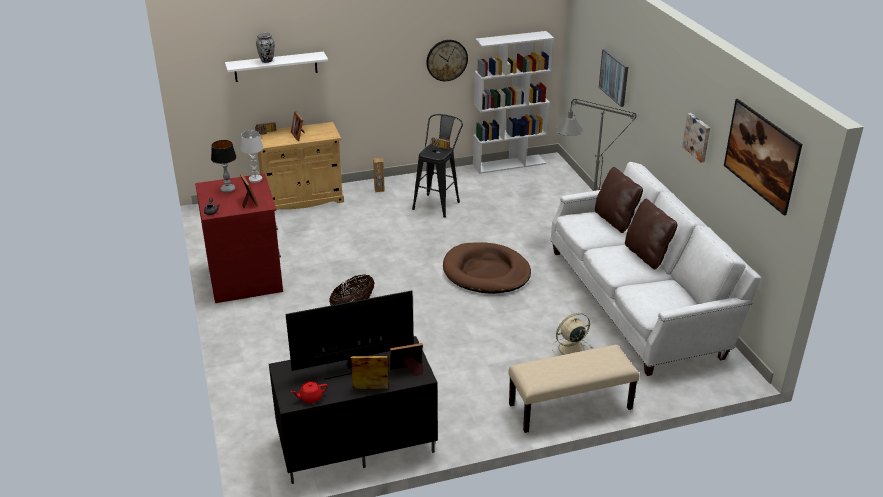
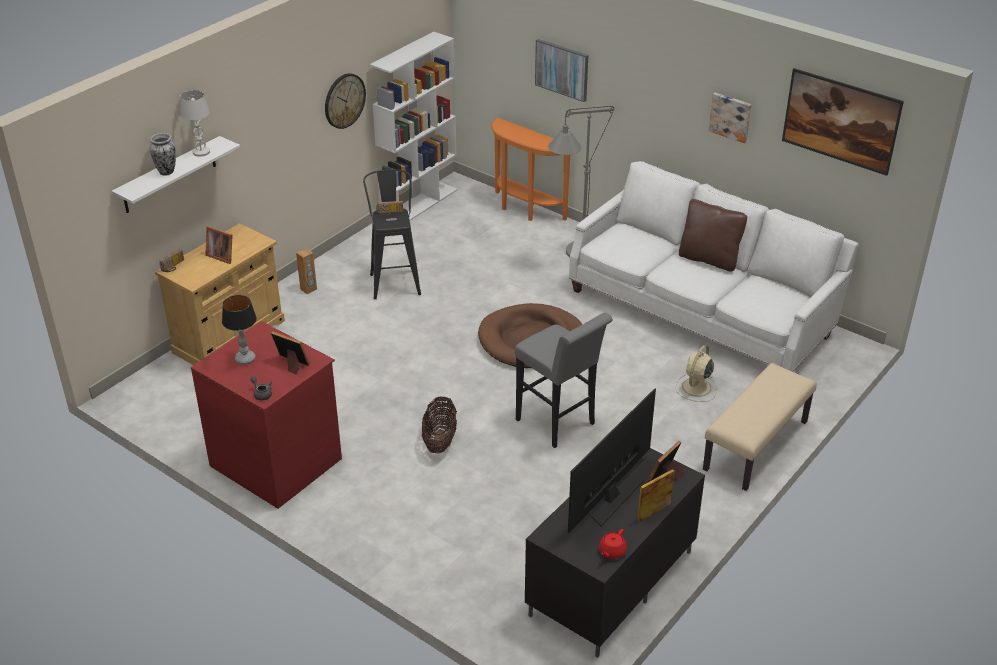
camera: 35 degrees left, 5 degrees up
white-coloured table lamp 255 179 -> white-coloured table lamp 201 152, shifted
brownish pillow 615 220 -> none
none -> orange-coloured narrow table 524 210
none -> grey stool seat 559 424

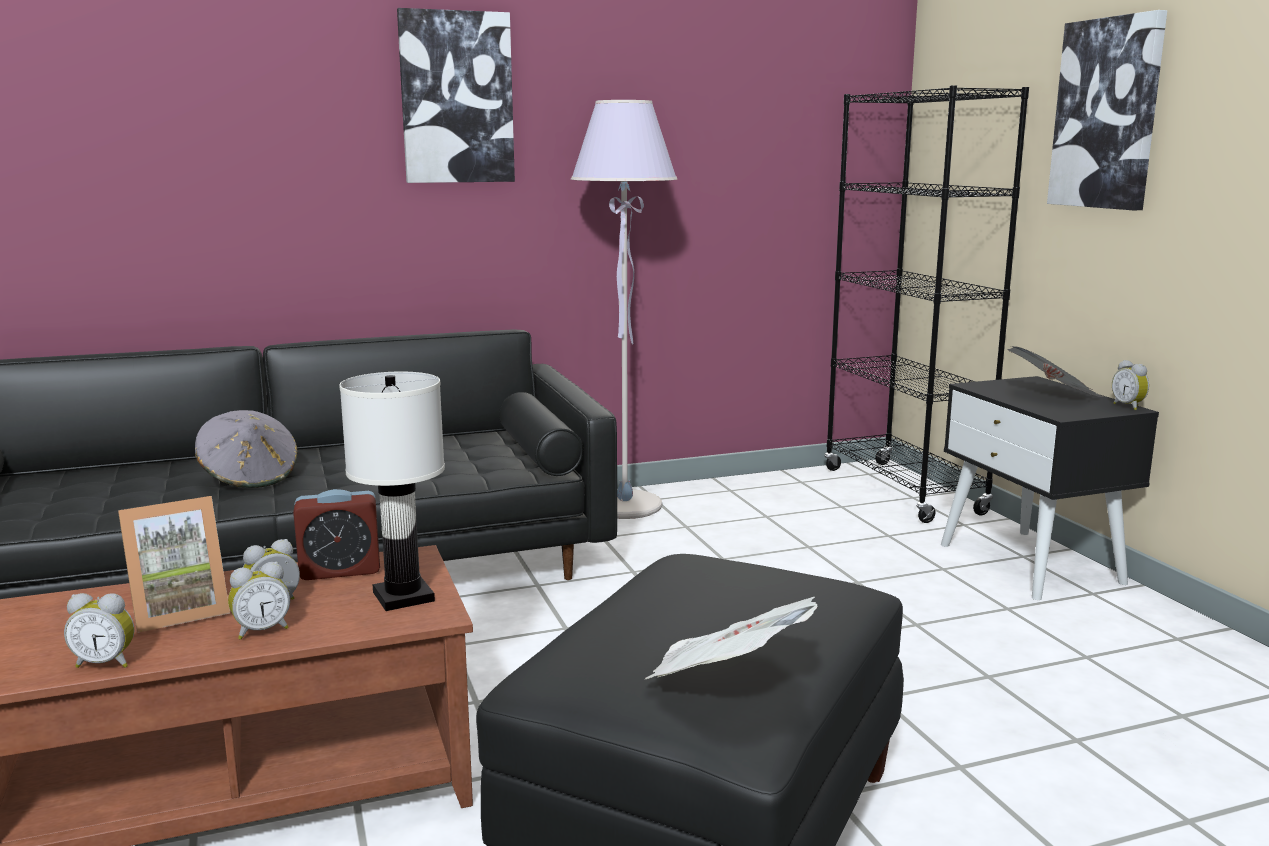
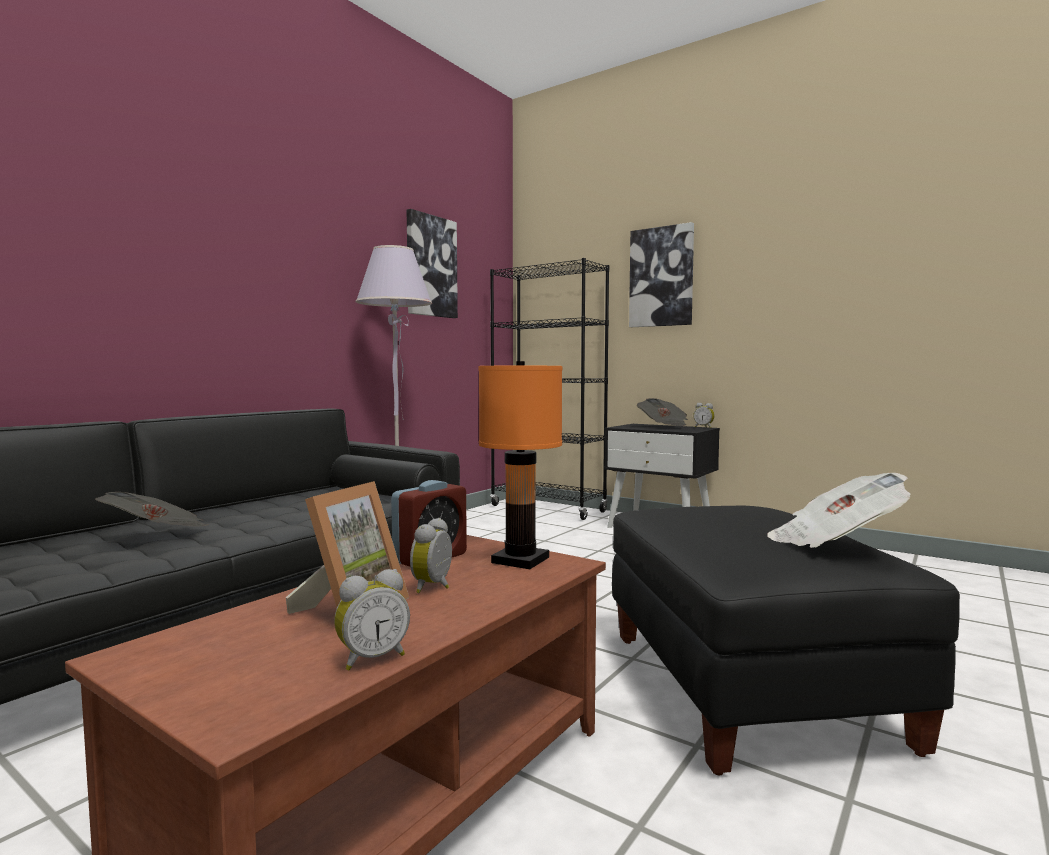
camera: 35 degrees left, 10 degrees down
picture 456 98 -> picture 430 266, shifted
white-coloured table lamp 404 596 -> orange-coloured table lamp 520 560
grey hat 250 477 -> newspaper 159 537
table clock 261 630 -> none

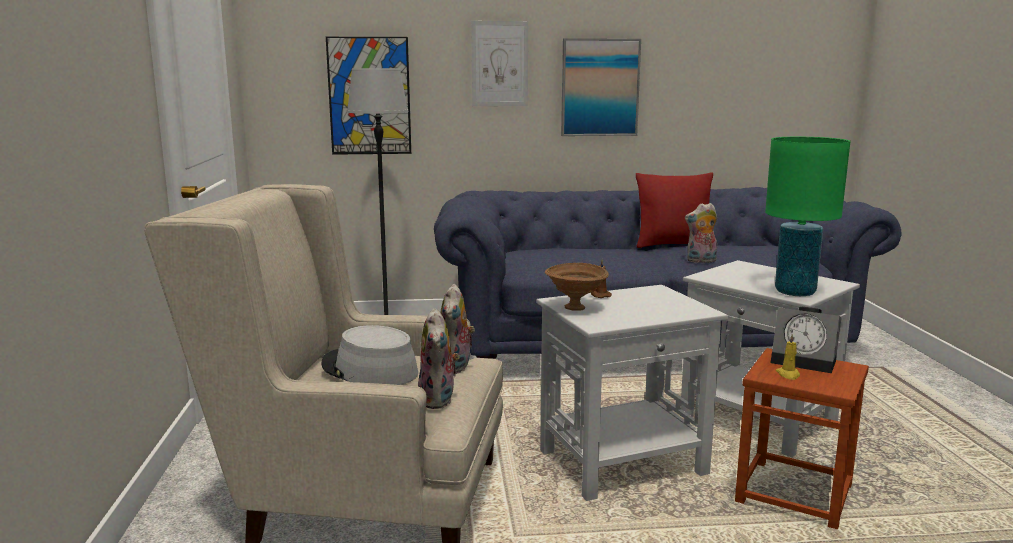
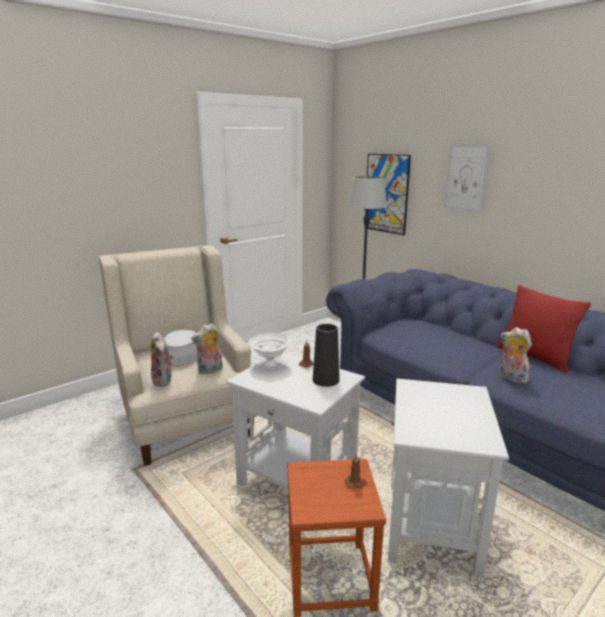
camera: 55 degrees right, 5 degrees up
picture 600 87 -> none
greenish table lamp 794 292 -> none
brownish deep dish 576 308 -> white-coloured deep dish 270 365
table clock 806 361 -> brownish wax candle 356 483
plush toy 439 400 -> plush toy 164 381, 75 degrees counterclockwise
yellow-coloured wax candle 788 375 -> none
none -> black-coloured decorative vase 326 380

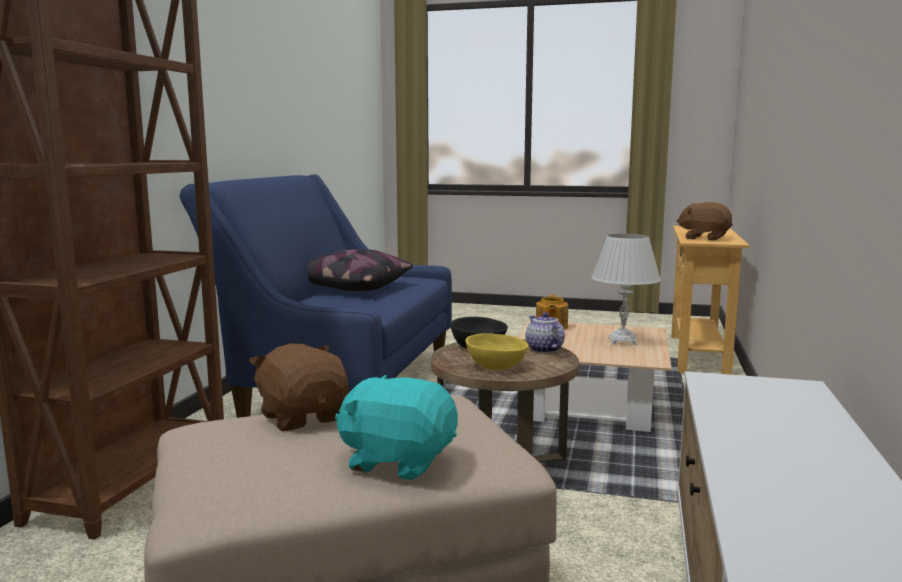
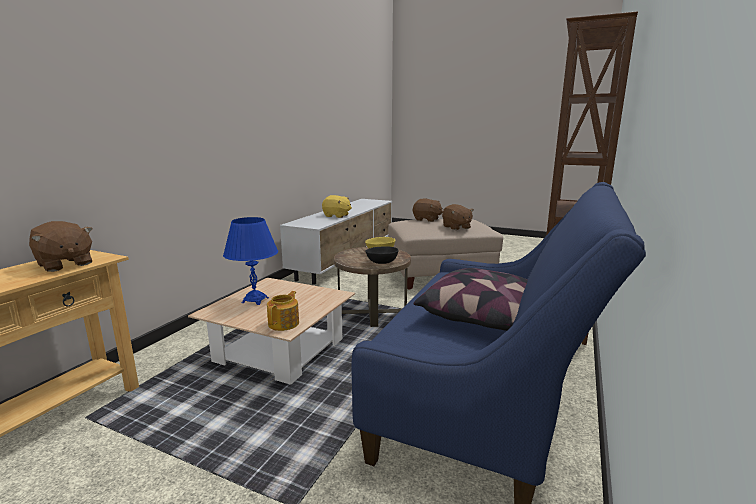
camera: 170 degrees left, 5 degrees up
white-coloured table lamp 622 341 -> bluish table lamp 255 300
teapot 543 349 -> none
turquoise-coloured plush toy 398 461 -> brownish plush toy 427 219
none -> yellow-coloured plush toy 336 216

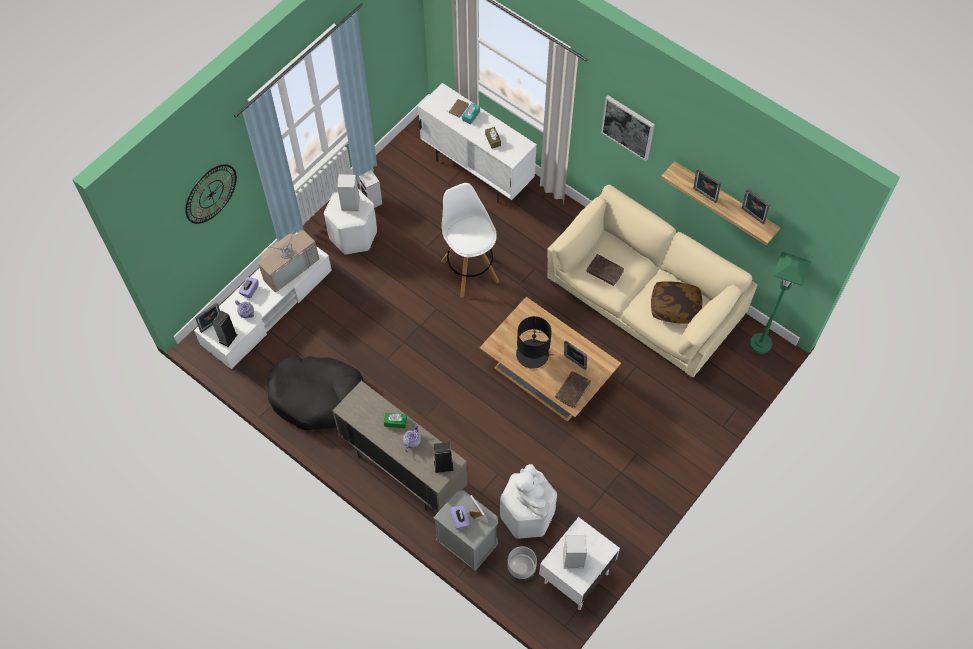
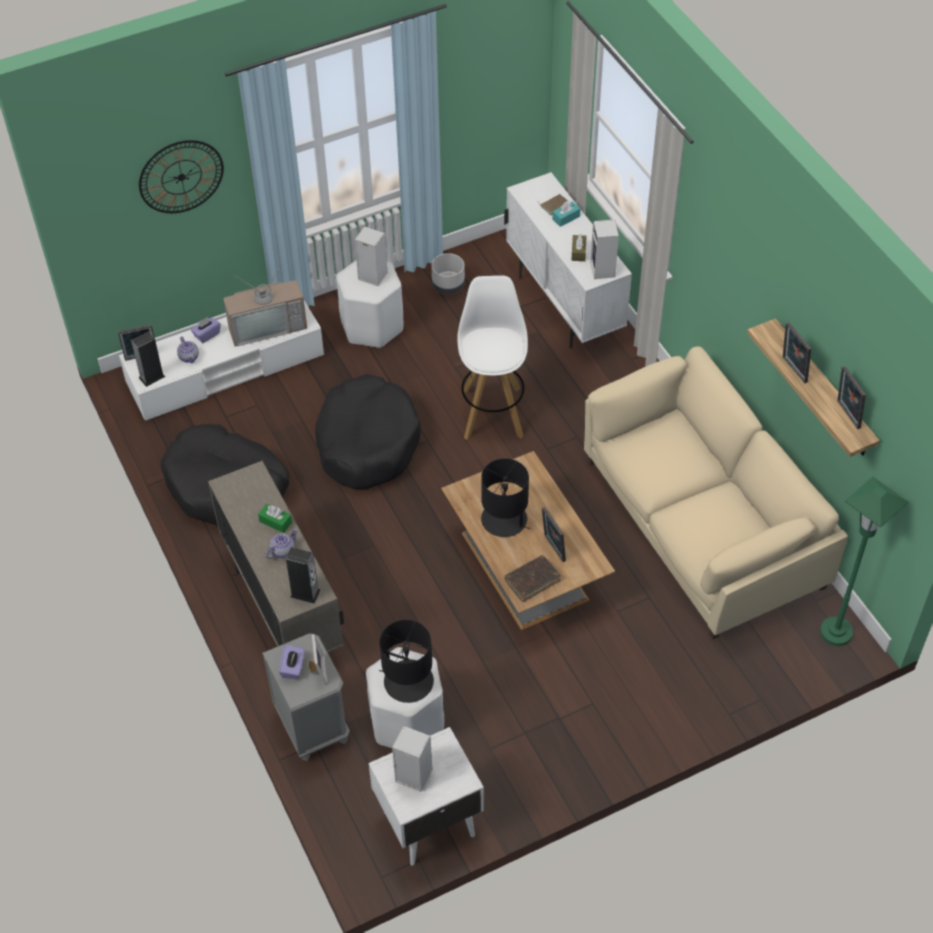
camera: 25 degrees right, 10 degrees down
picture 628 127 -> none
loudspeaker 372 201 -> loudspeaker 603 270, shifted
brownish volume 605 272 -> none
pillow 675 307 -> none
white-coloured plush toy 532 495 -> black-coloured table lamp 408 681
grey flower pot 521 568 -> grey flower pot 448 286, shifted
none -> black-coloured pet bed 367 442

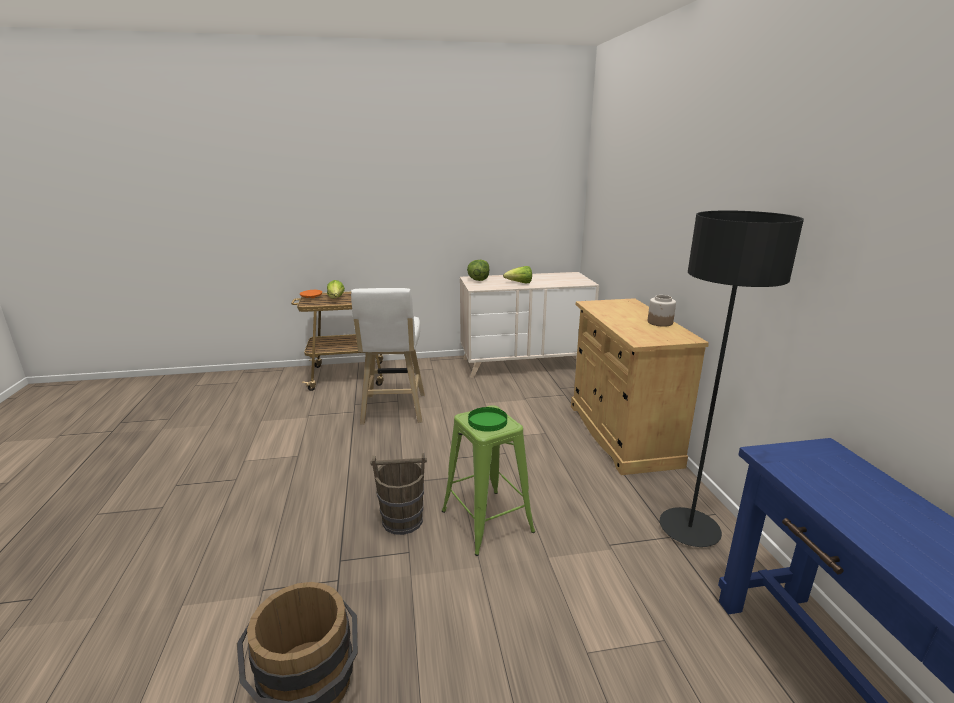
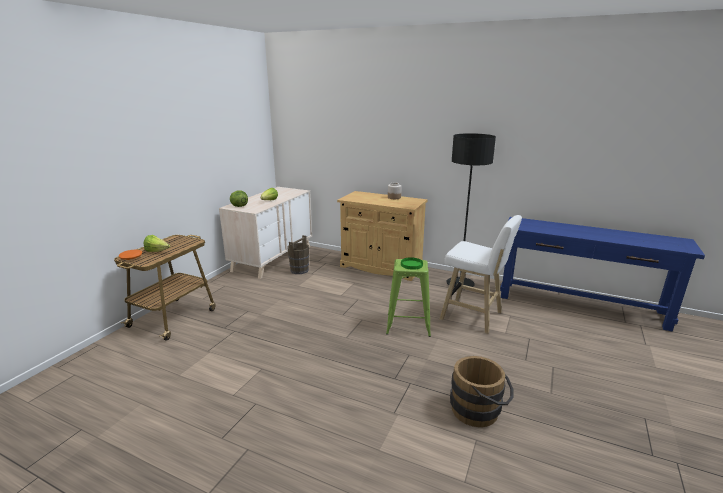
camera: 55 degrees left, 0 degrees up
white-coloured stool seat 393 411 -> white-coloured stool seat 474 317, shifted
brownish pail 403 520 -> brownish pail 299 270, shifted

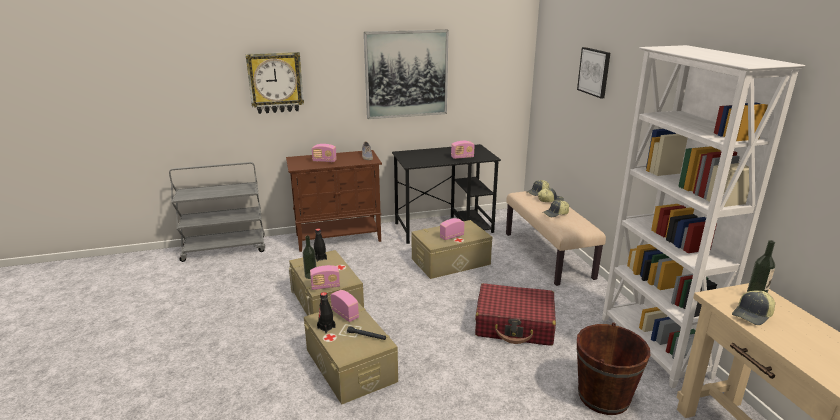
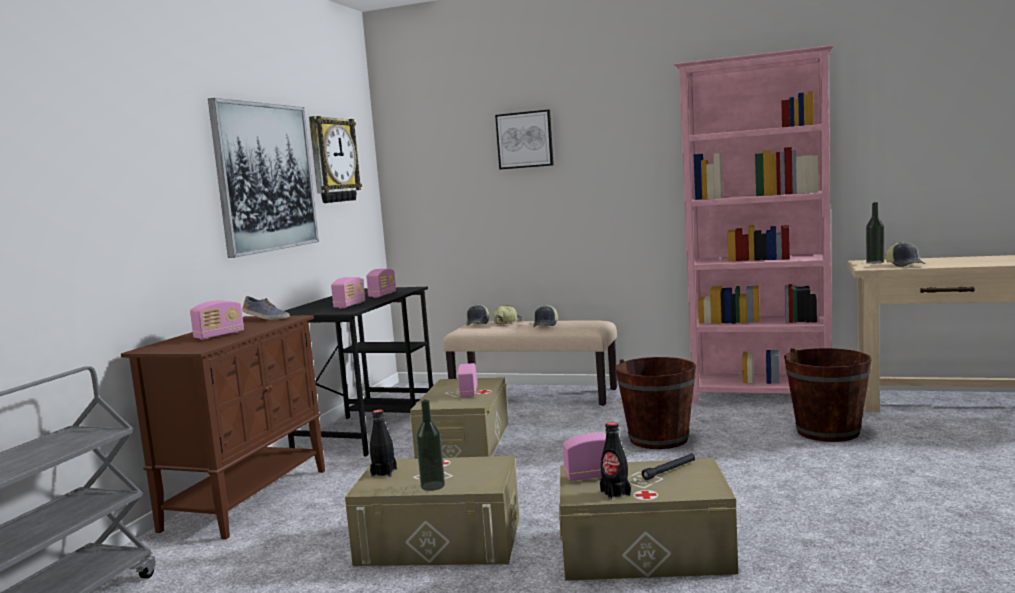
camera: 55 degrees left, 15 degrees down
white-coloured bookshelf 653 347 -> pink bookshelf 762 397
wall clock 275 82 -> wall clock 332 160, shifted
radio receiver 325 286 -> radio receiver 349 305, shifted
reddish travel case 514 324 -> brownish pail 658 439

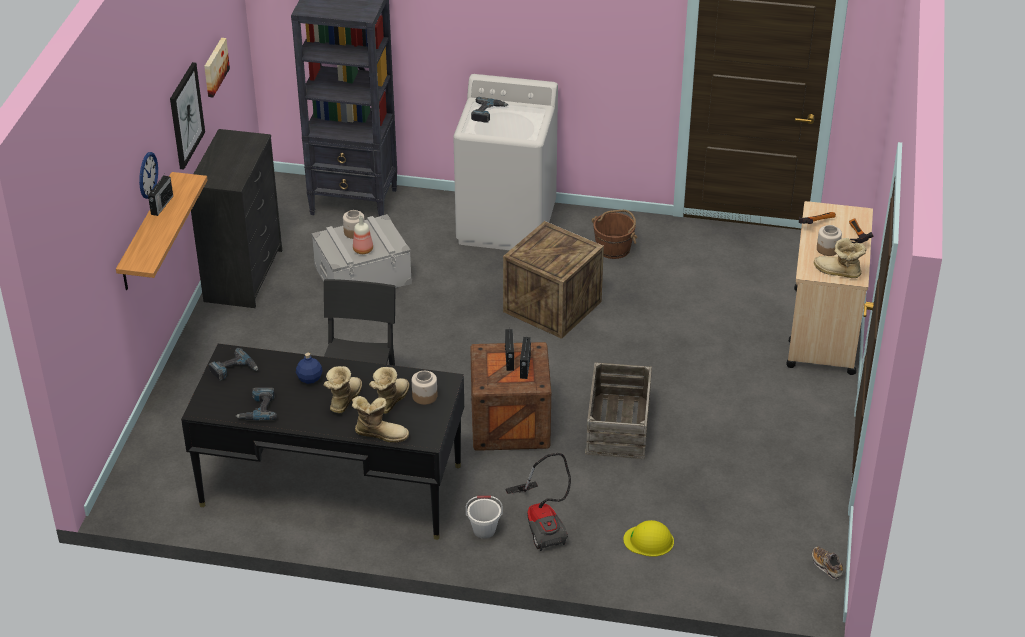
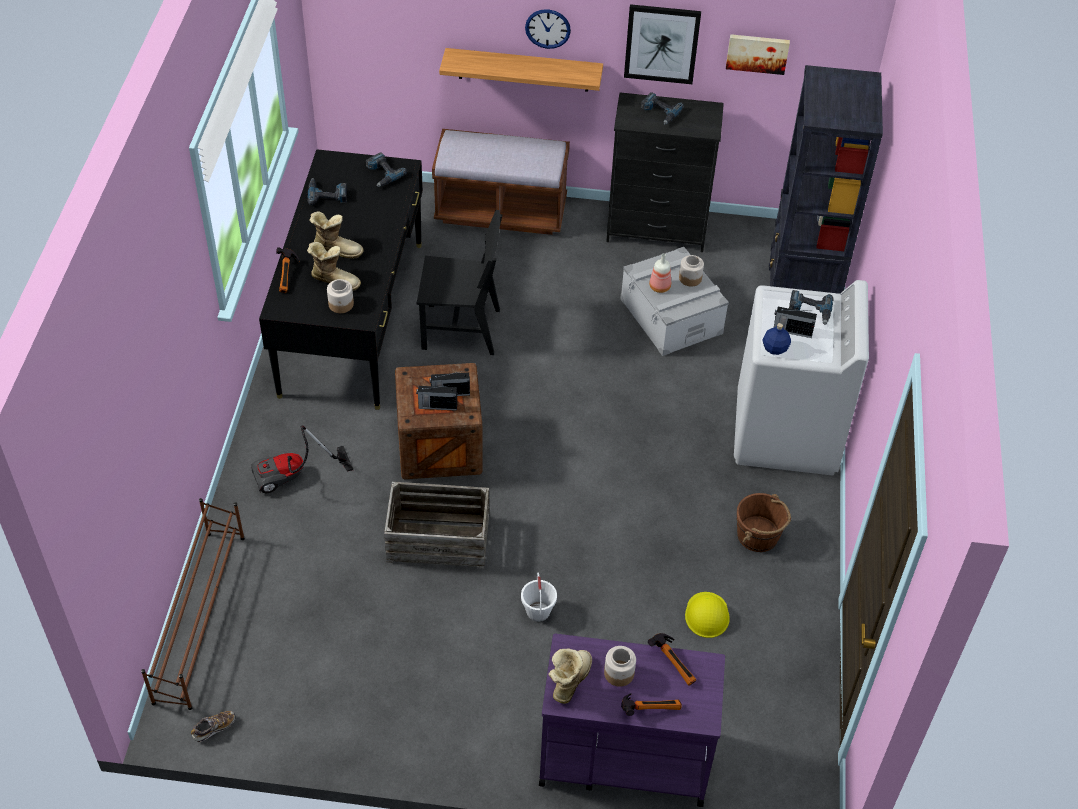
camera: 85 degrees right, 10 degrees up
radio receiver 161 205 -> radio receiver 791 331, shifted
sand-coloured wheeled cart 823 331 -> purple-coloured wheeled cart 623 757
shipping crate 552 307 -> none
bluish beverage bottle 309 379 -> bluish beverage bottle 774 348, shifted
boot 380 433 -> hammer 288 276
white-coloured pail 484 530 -> white-coloured pail 538 611, shifted
yellow-coloured work helmet 649 540 -> yellow-coloured work helmet 707 615, shifted
none -> power drill 659 112
none -> brownish bench 501 211
none -> brownish shoe stand 200 616

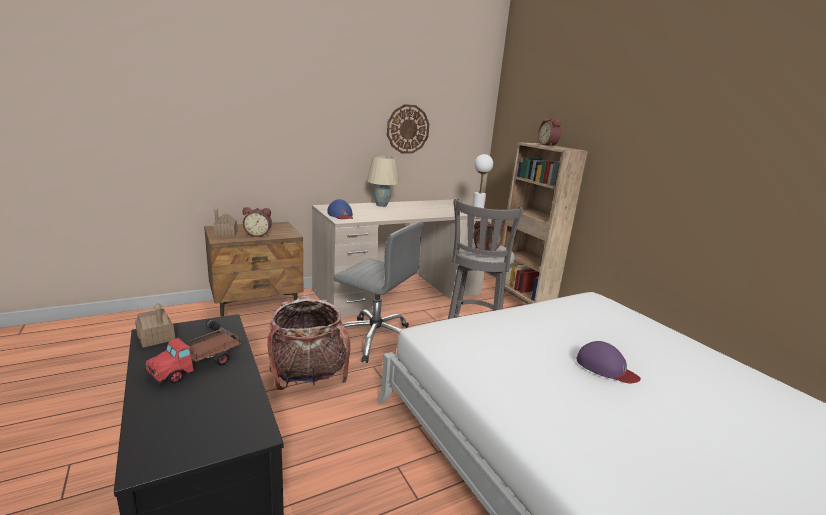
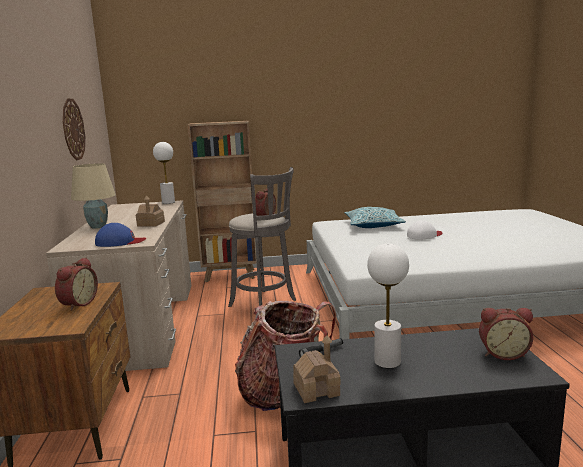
camera: 65 degrees left, 5 degrees down
table clock 548 145 -> table clock 503 353, shifted
miniature house 226 234 -> miniature house 151 224, shifted
grey desk chair 375 339 -> none
toy lorry 197 365 -> white-coloured table lamp 387 361
purple-coloured baseball cap 606 368 -> white-coloured baseball cap 424 235
none -> pillow 373 225

